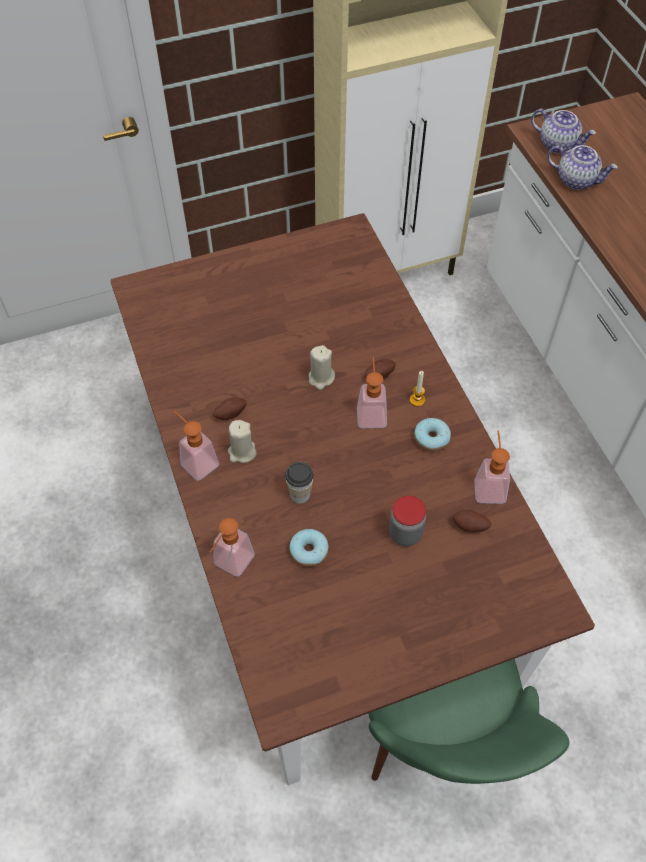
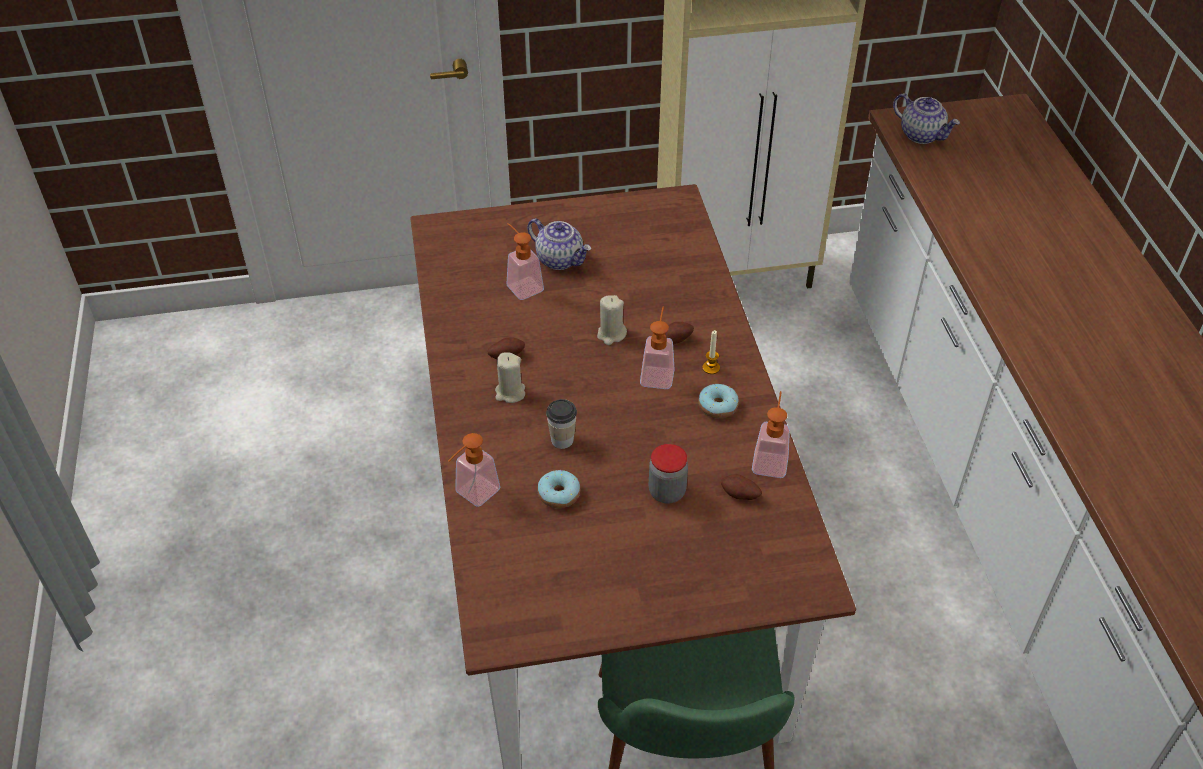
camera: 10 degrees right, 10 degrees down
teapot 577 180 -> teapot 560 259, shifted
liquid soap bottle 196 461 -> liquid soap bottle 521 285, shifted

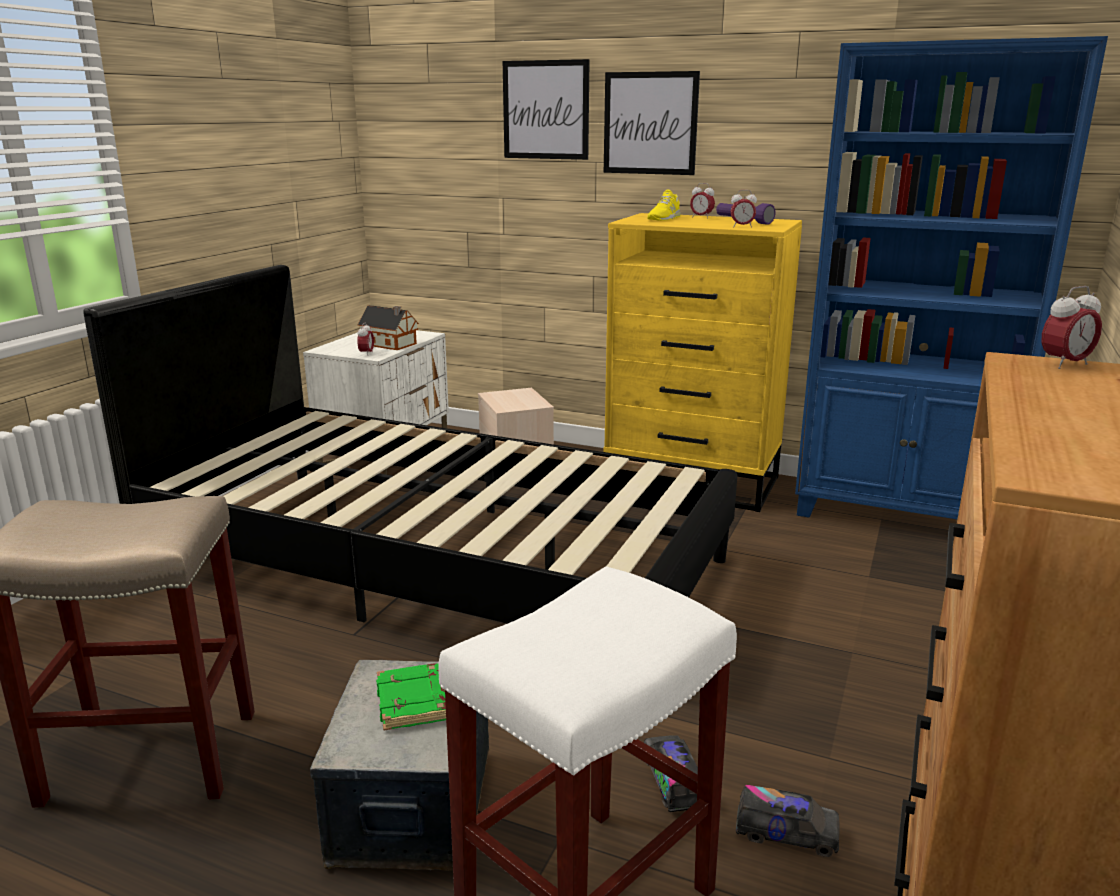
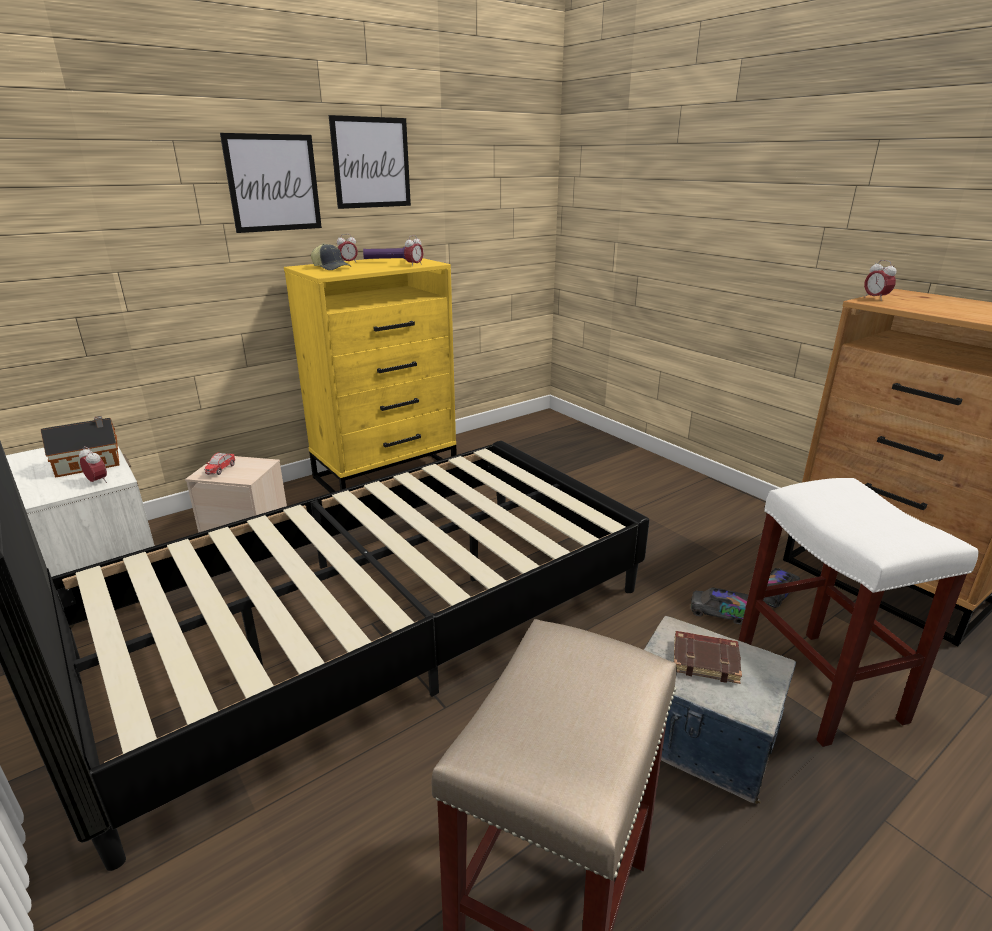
camera: 60 degrees left, 5 degrees up
bluish bookshelf 900 514 -> none
picture 546 110 -> picture 371 163, shifted
yellow-coloured item of footwear 664 218 -> baseball cap 332 268
table clock 1065 364 -> table clock 875 298, 150 degrees clockwise
greenish volume 415 702 -> brownish volume 706 660
none -> miniature car 221 470

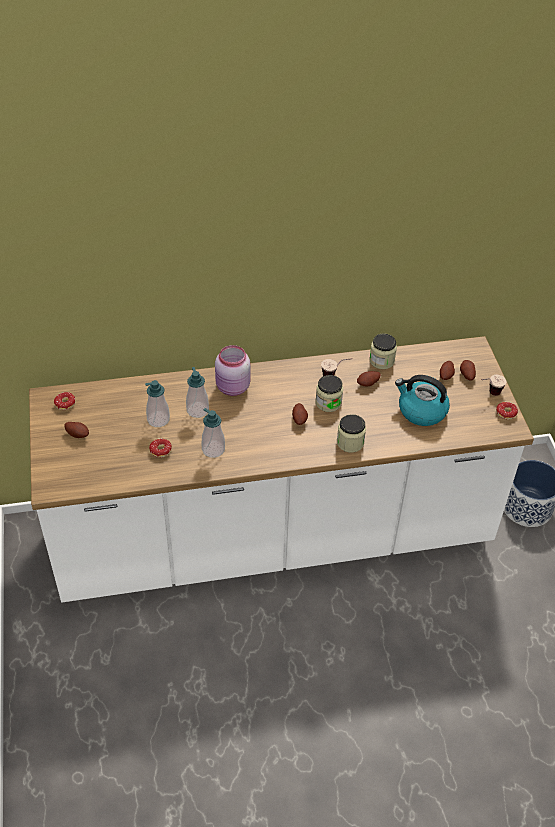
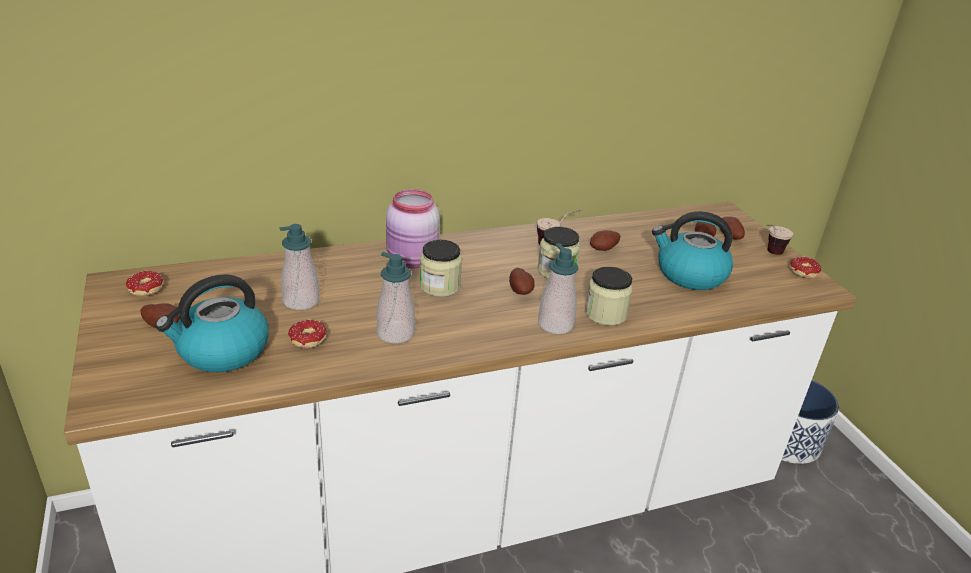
camera: 10 degrees left, 15 degrees down
storage jar 381 360 -> storage jar 440 286, shifted
liquid soap bottle 197 410 -> liquid soap bottle 555 325, shifted
none -> tea kettle 222 351

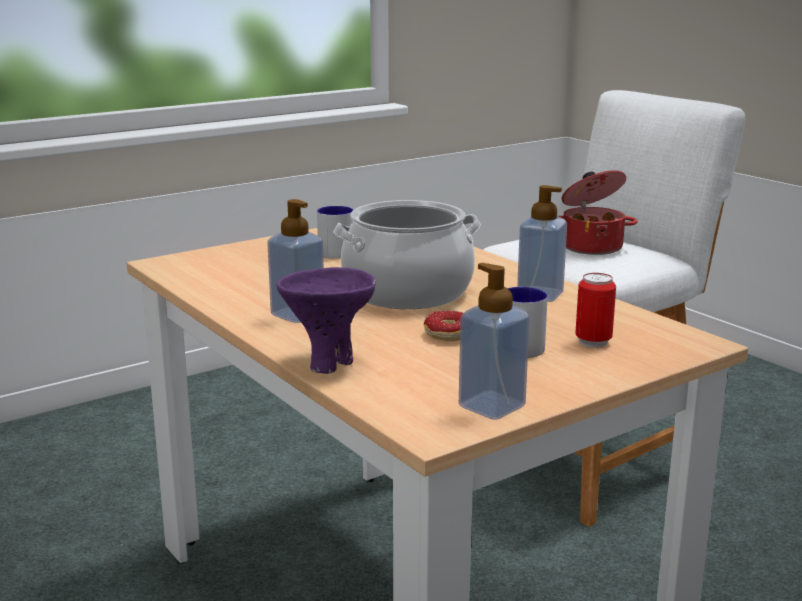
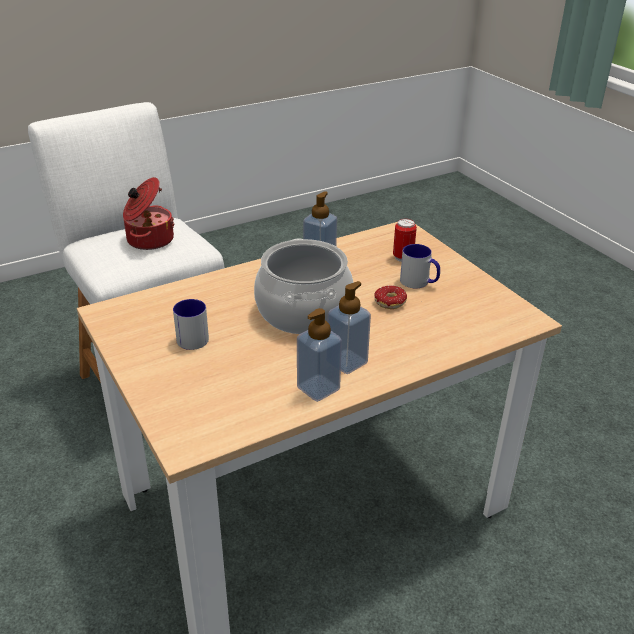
camera: 85 degrees left, 15 degrees up
liquid soap bottle 492 406 -> liquid soap bottle 318 388, shifted
purple-coloured deep dish 329 363 -> none

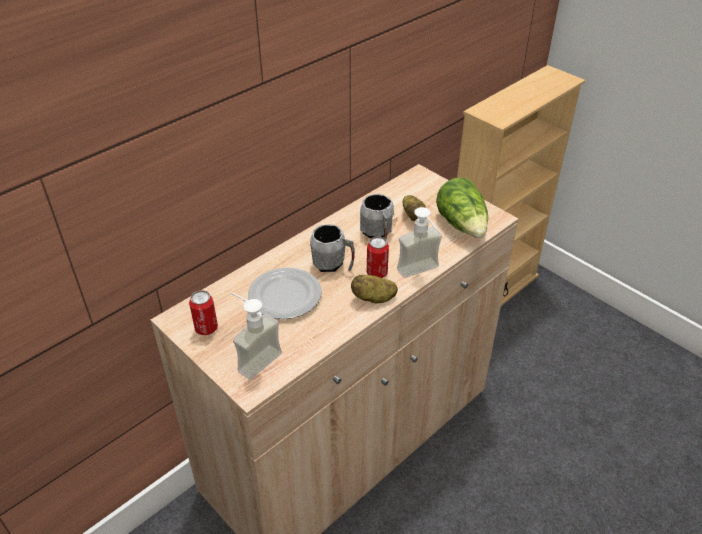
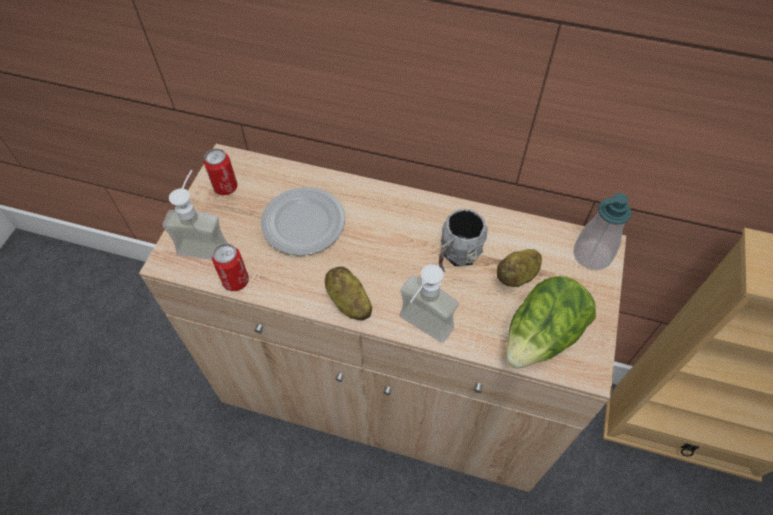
camera: 60 degrees right, 15 degrees up
grey tea mug 333 265 -> none
sealed can 377 273 -> sealed can 236 281, shifted
none -> liquid soap bottle 592 255

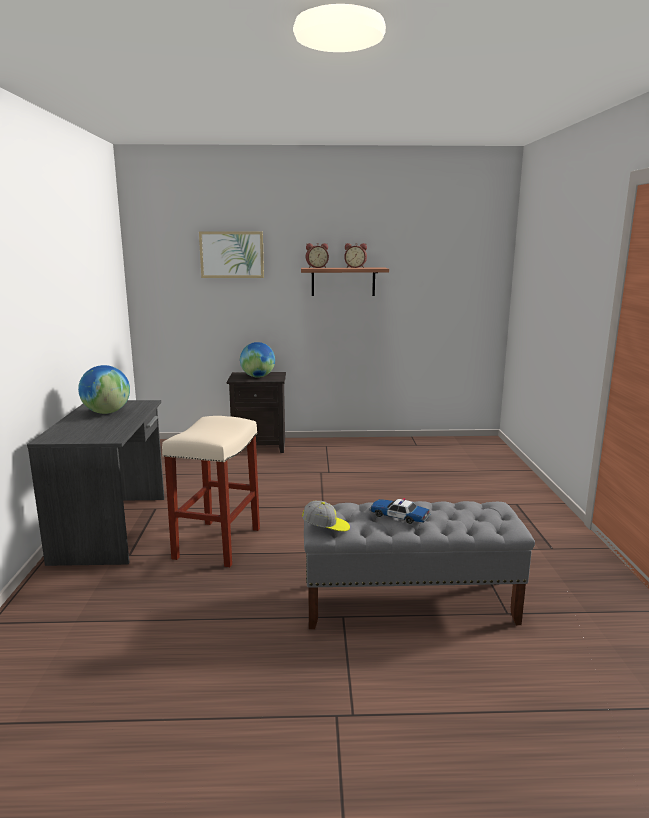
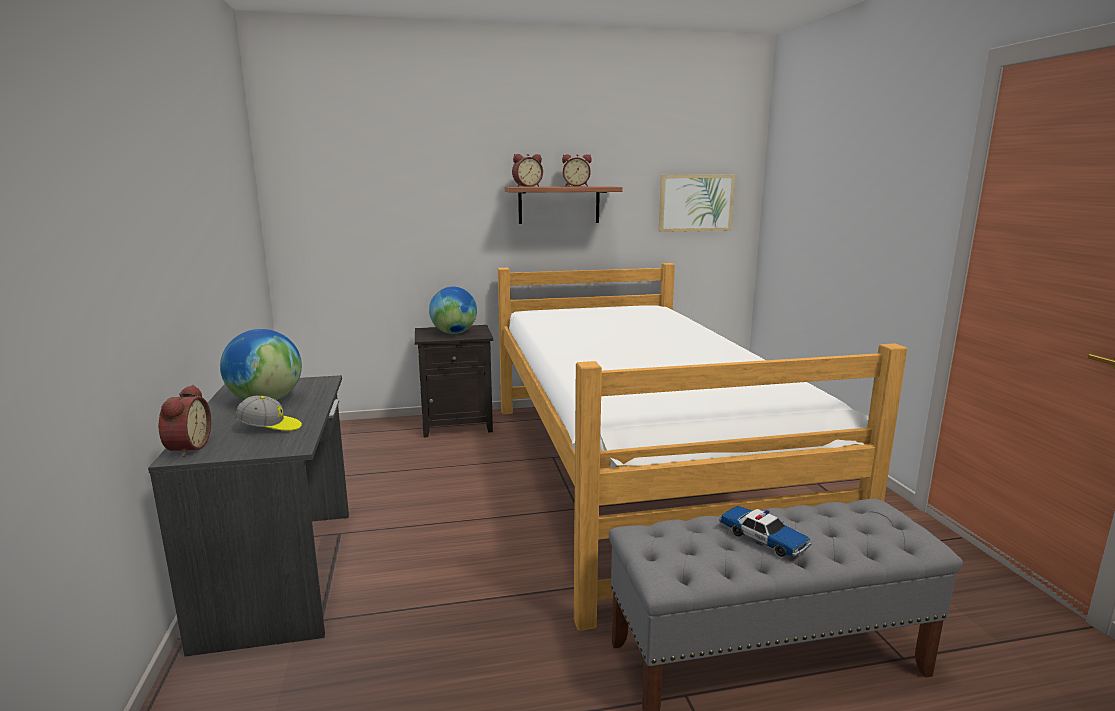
camera: 10 degrees left, 0 degrees up
picture 232 254 -> picture 695 203, shifted
sand-coloured stool seat 217 544 -> none
miniature car 399 516 -> miniature car 763 539, 150 degrees counterclockwise
baseball cap 326 527 -> baseball cap 270 428, shifted
none -> sleeping bed 636 476
none -> table clock 186 448

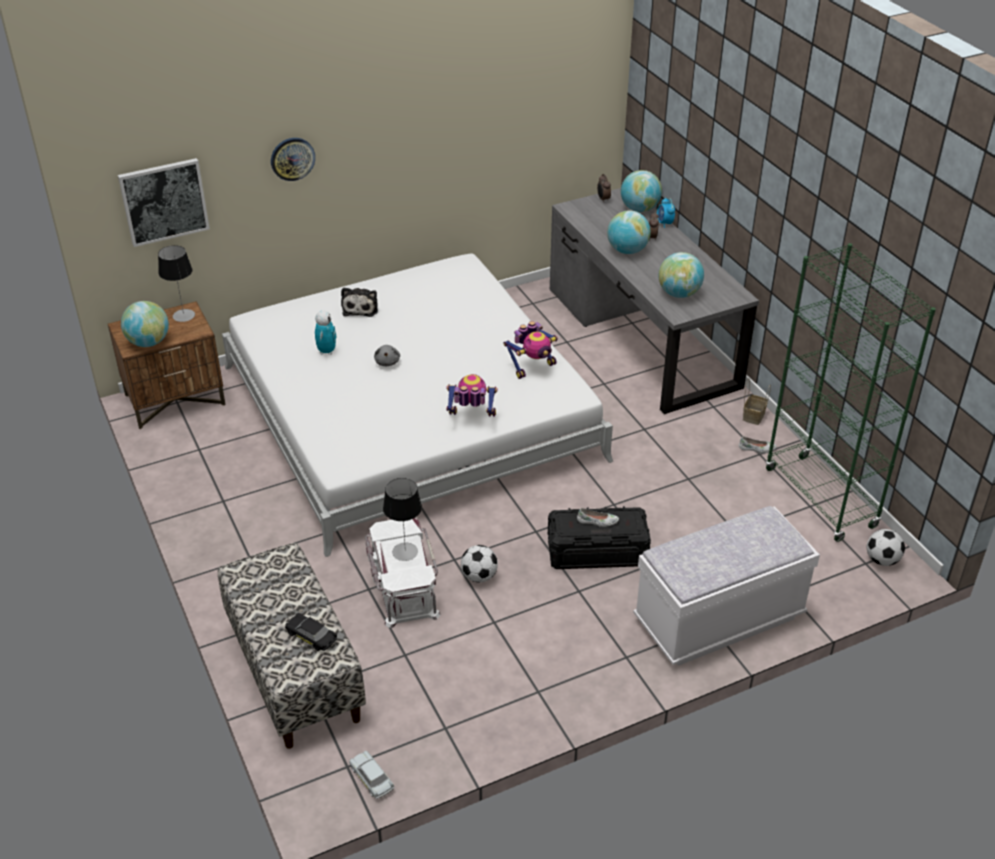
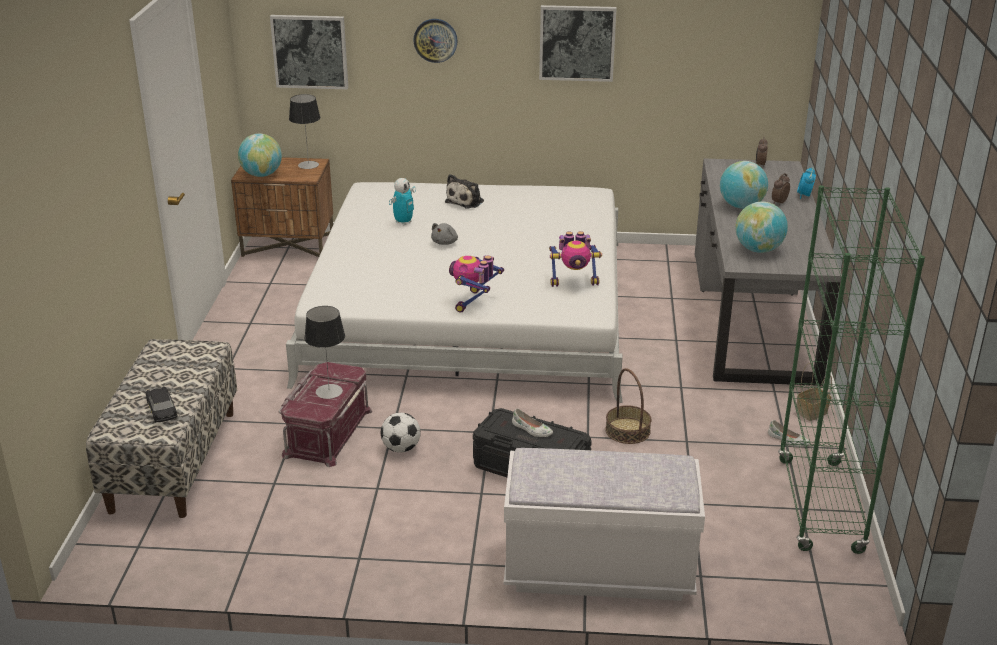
camera: 30 degrees right, 10 degrees down
world globe 639 209 -> none
toy robot 471 418 -> toy robot 474 302, 105 degrees counterclockwise
white-coloured storage container 402 586 -> reddish storage container 326 432
football ball 882 560 -> none
white-coloured miniature car 371 779 -> none
none -> picture 577 43
none -> basket 627 431

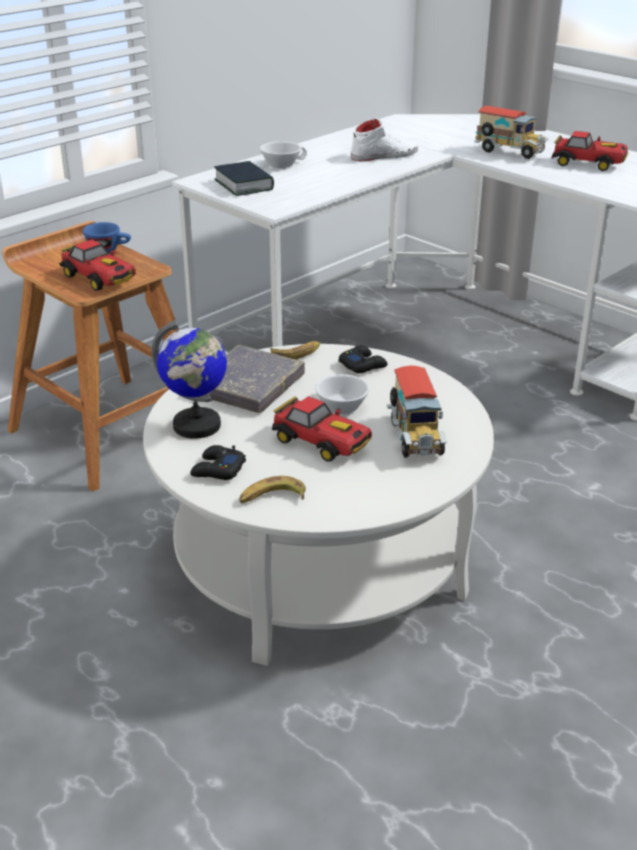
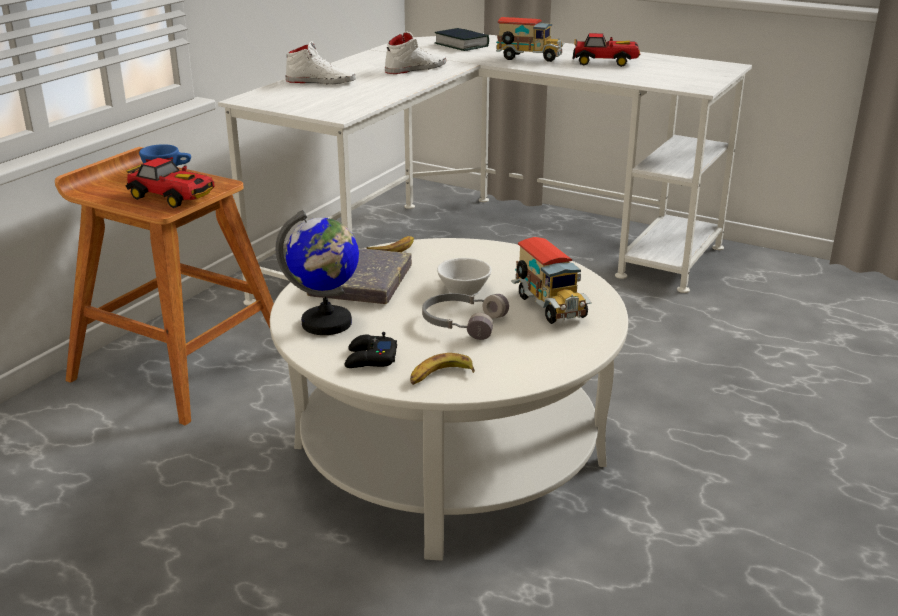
camera: 15 degrees left, 5 degrees down
white-coloured cup 281 164 -> white-coloured item of footwear 321 81
volume 244 185 -> volume 461 45, shifted
black-coloured game controller 362 365 -> none
miniature car 322 443 -> grey headphones 462 322

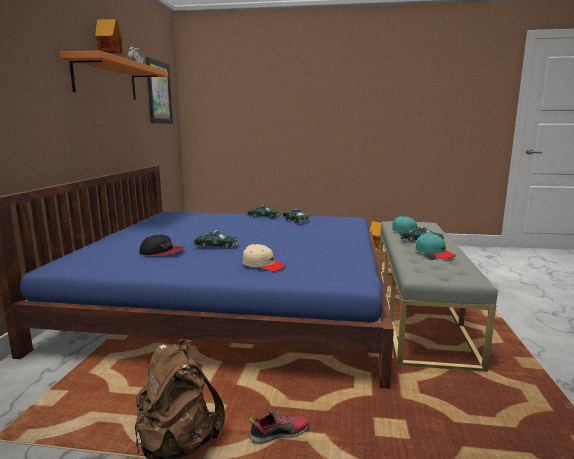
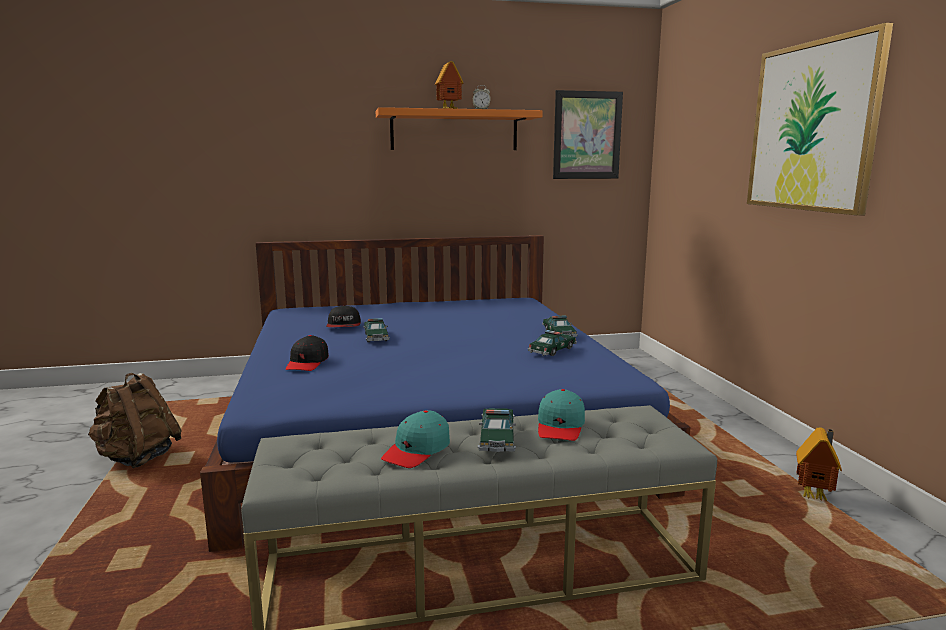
camera: 70 degrees right, 0 degrees up
sand-coloured baseball cap 263 265 -> black-coloured baseball cap 307 363
item of footwear 279 434 -> none
none -> picture 812 127

